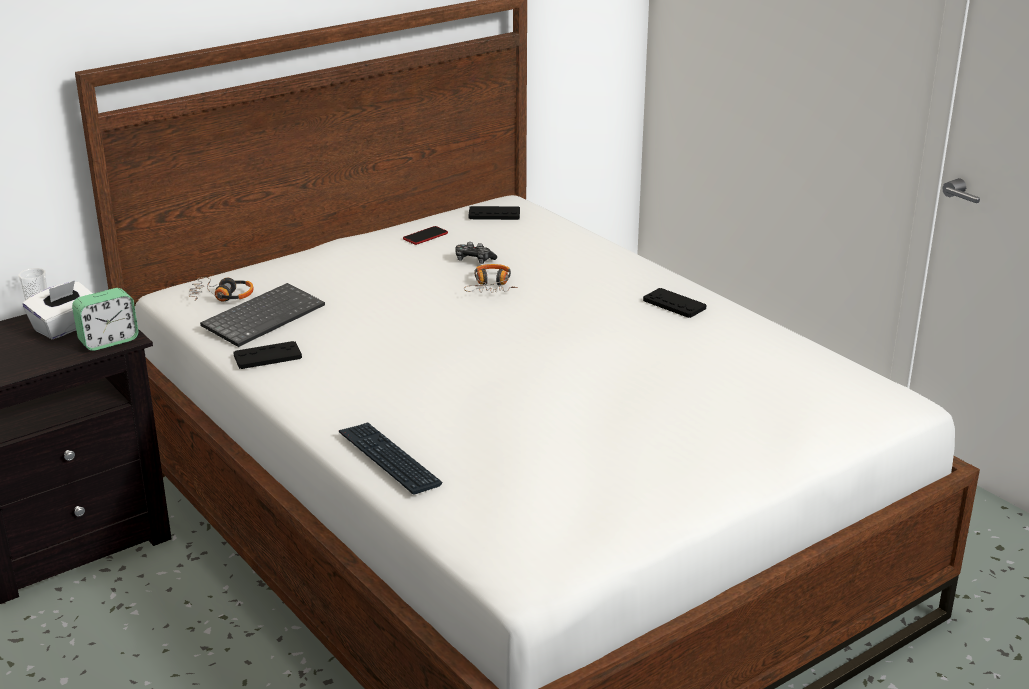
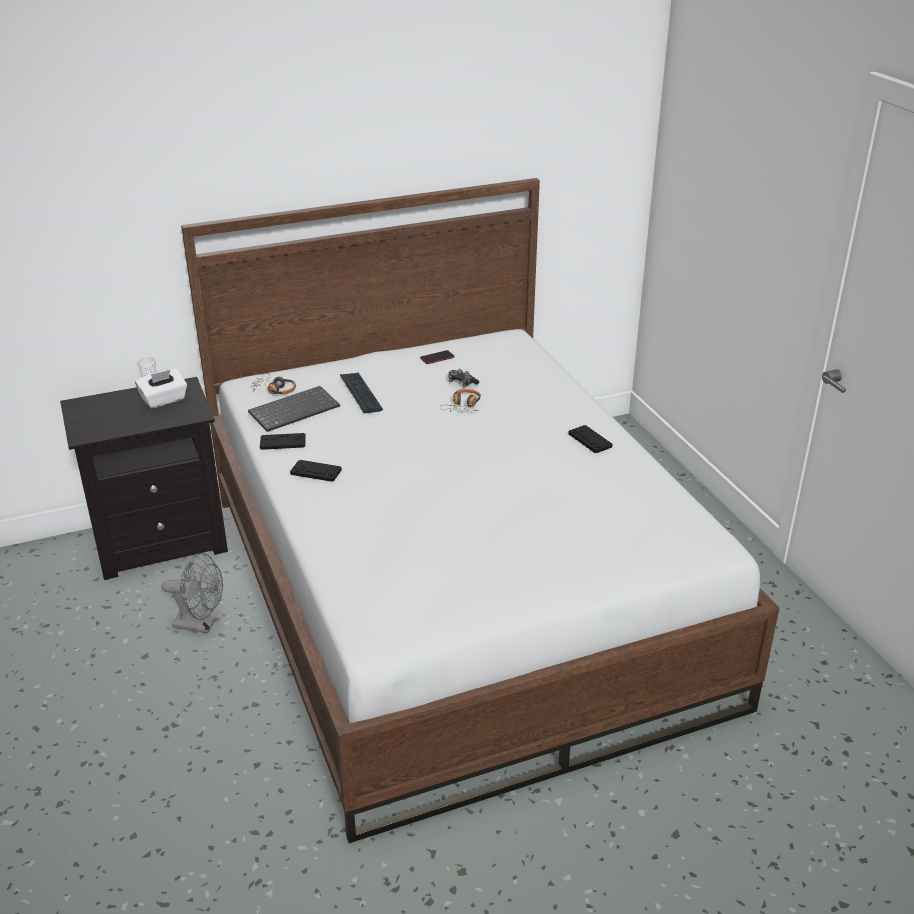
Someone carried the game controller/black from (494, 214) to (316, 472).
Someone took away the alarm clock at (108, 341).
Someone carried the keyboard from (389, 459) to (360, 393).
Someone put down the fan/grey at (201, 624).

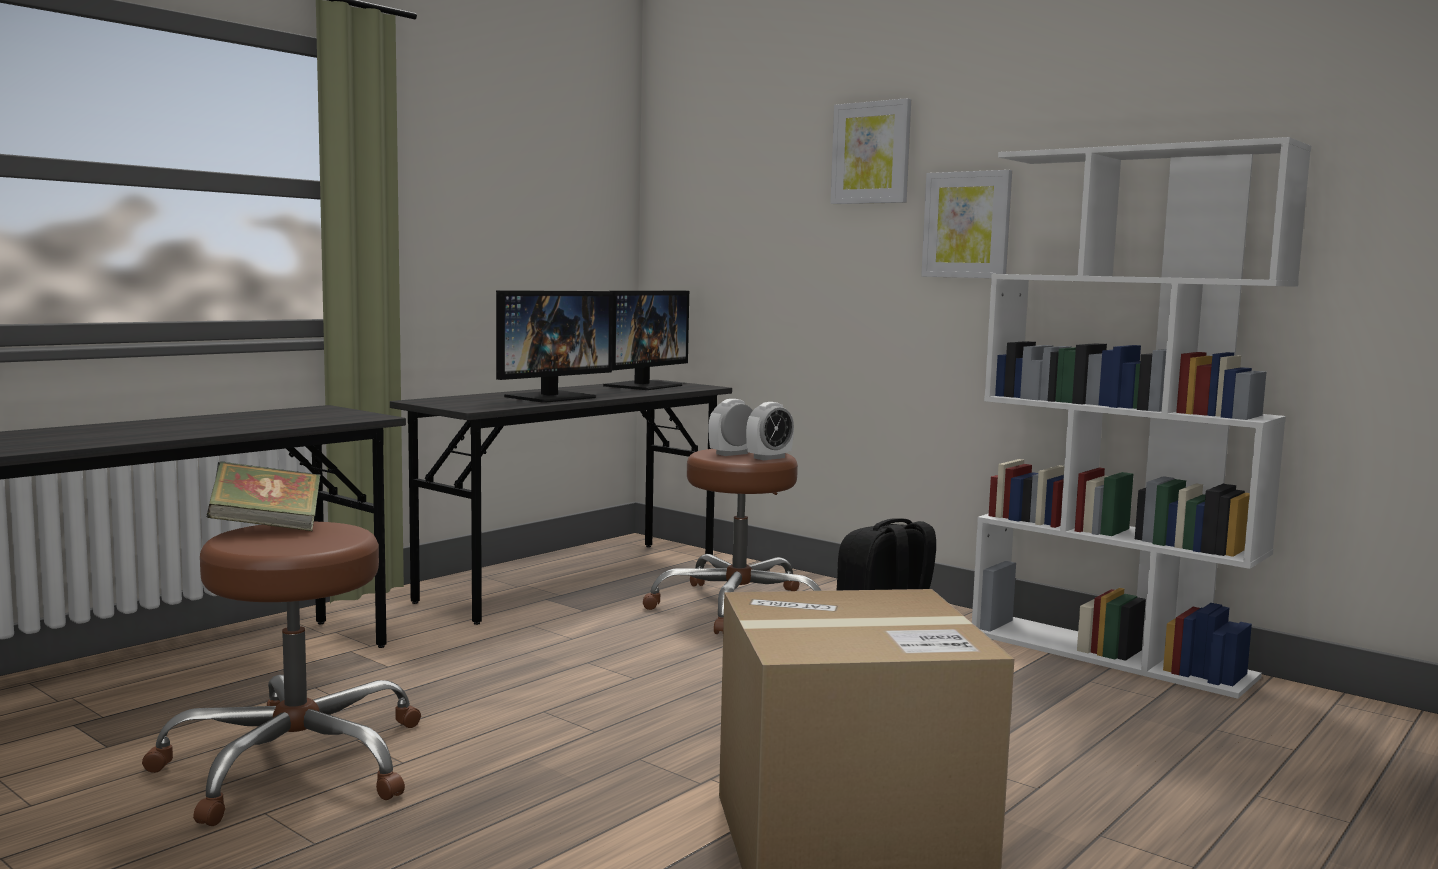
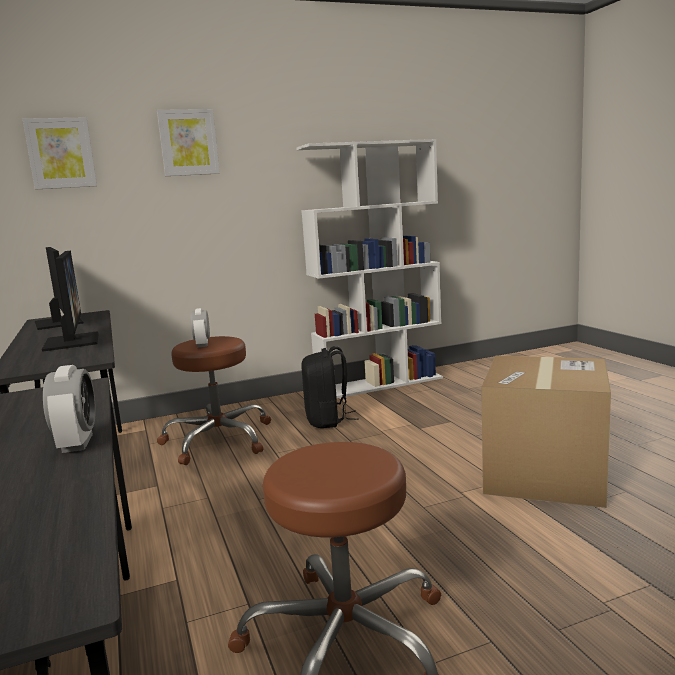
Someone carried the picture from (967, 225) to (61, 153).
Someone carried the alarm clock from (769, 458) to (77, 443).
Someone took away the book at (267, 528).

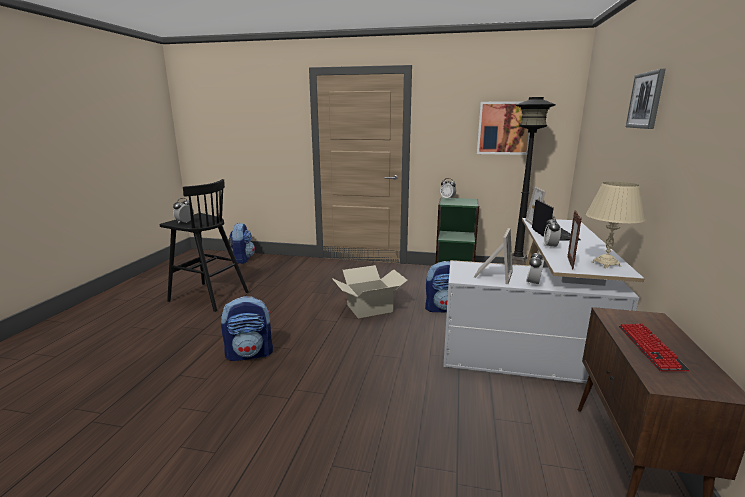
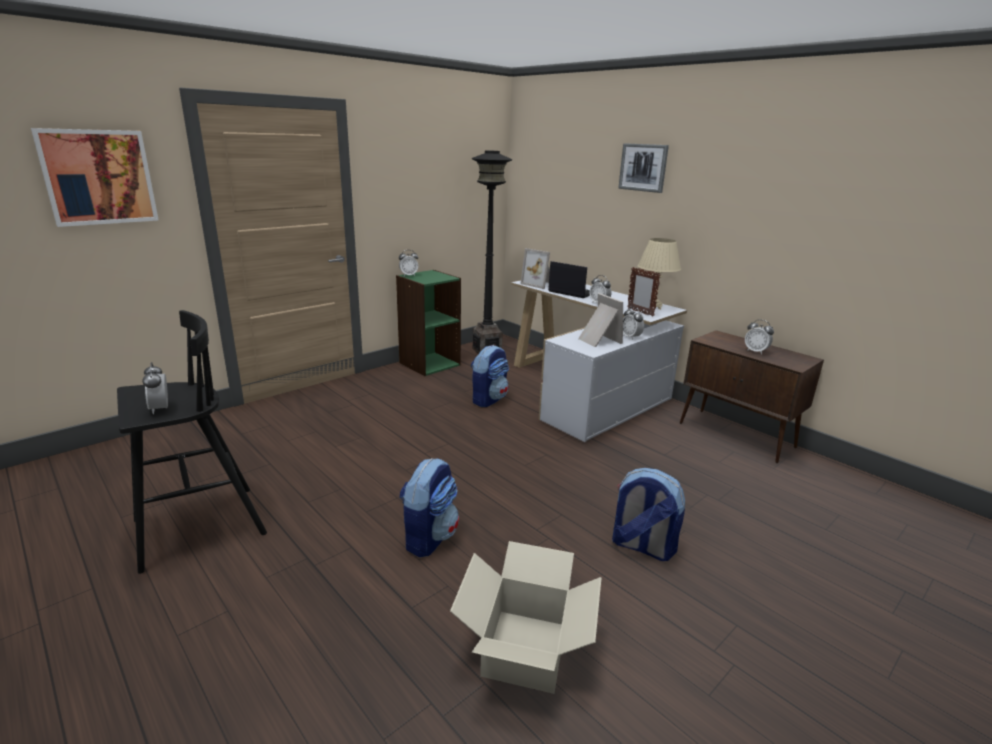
Someone carried the picture from (504, 128) to (98, 177).
Someone carried the backpack from (242, 259) to (641, 546).
Someone carried the cardboard box from (370, 308) to (526, 649).
Someone swapped the keyboard at (650, 348) for the alarm clock at (755, 351).

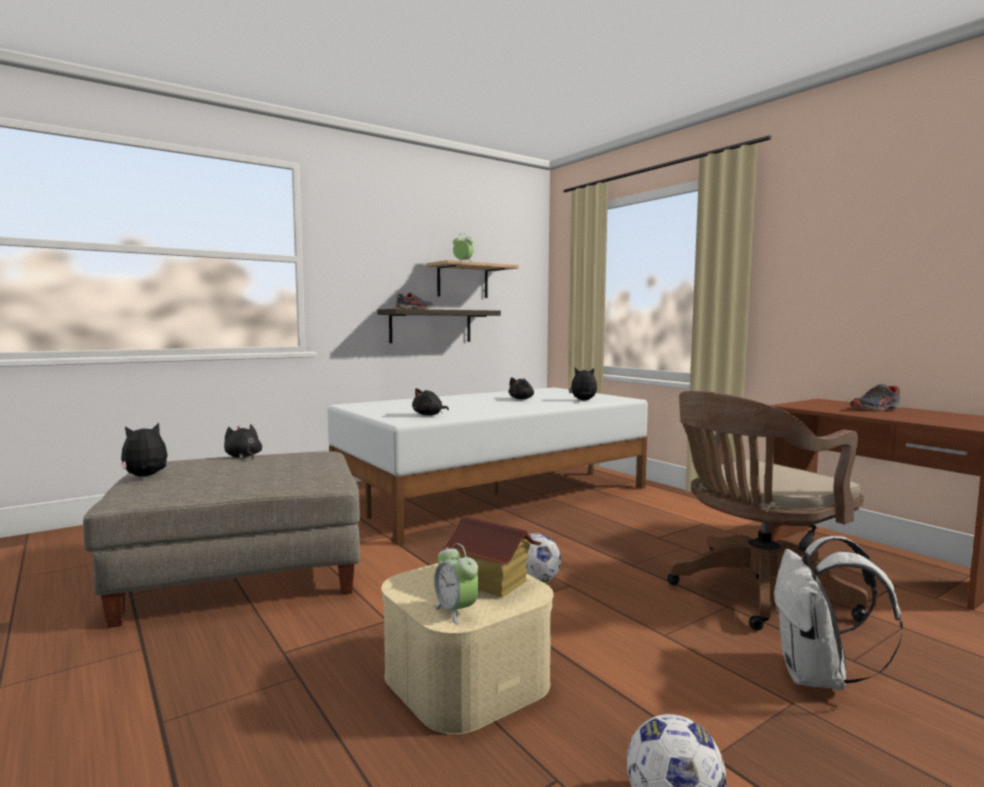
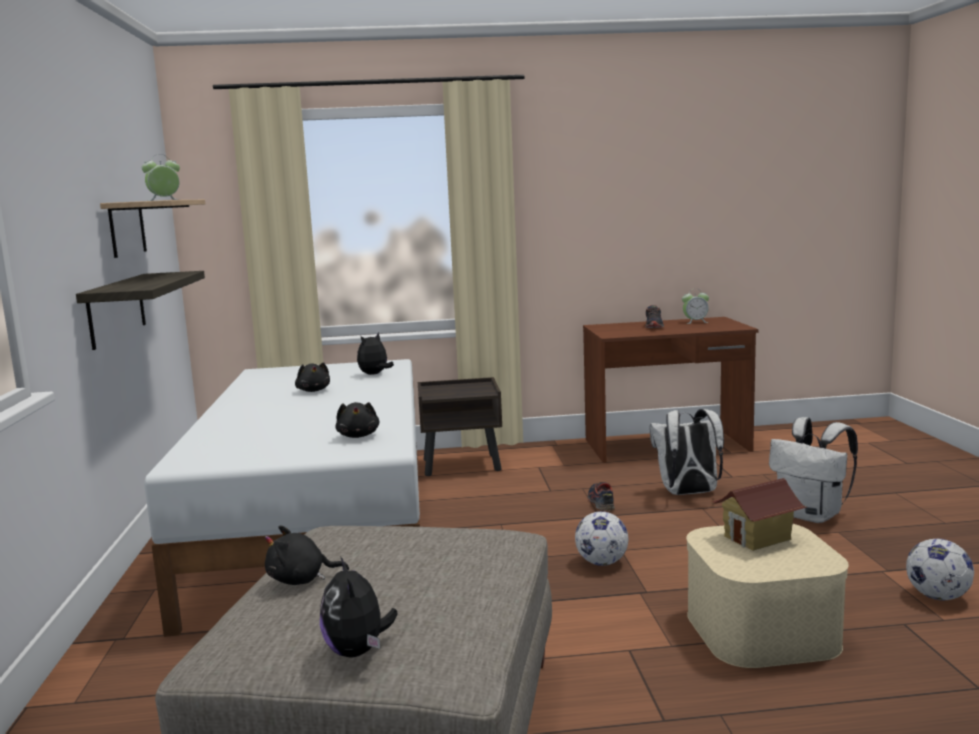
Someone carried the shoe from (414, 309) to (601, 503).
Someone swapped the office chair/brown at (755, 593) for the backpack/white at (688, 493).
Someone carried the alarm clock from (456, 611) to (695, 322).
Someone put down the nightstand/brown at (462, 465).

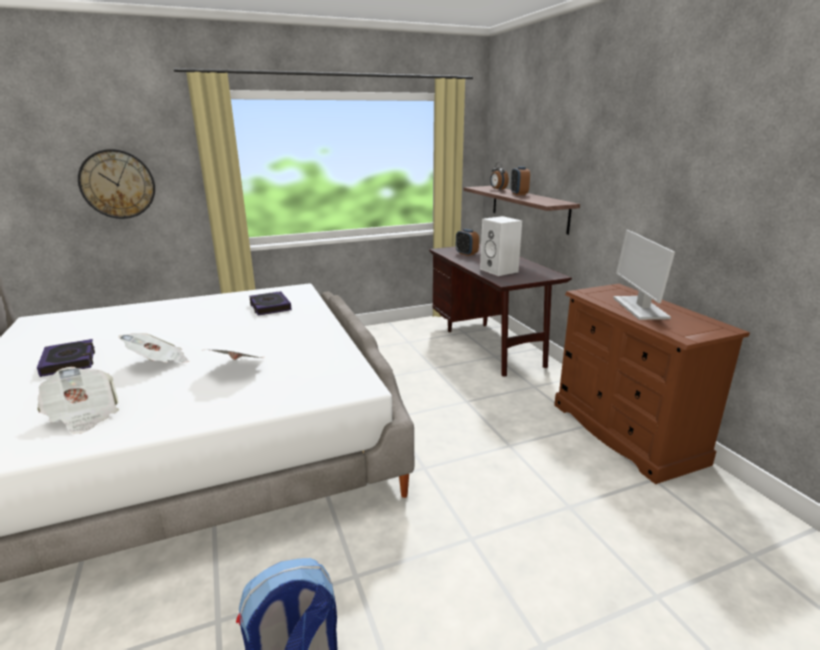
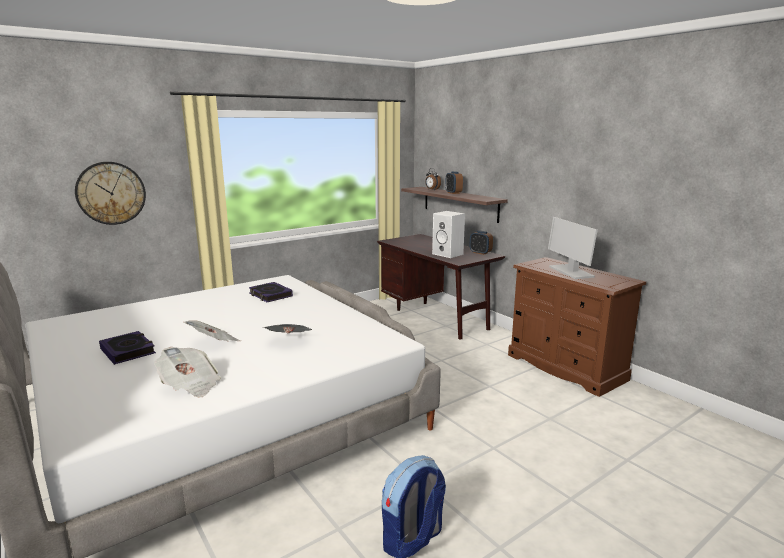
Someone carried the alarm clock from (466, 254) to (480, 253).

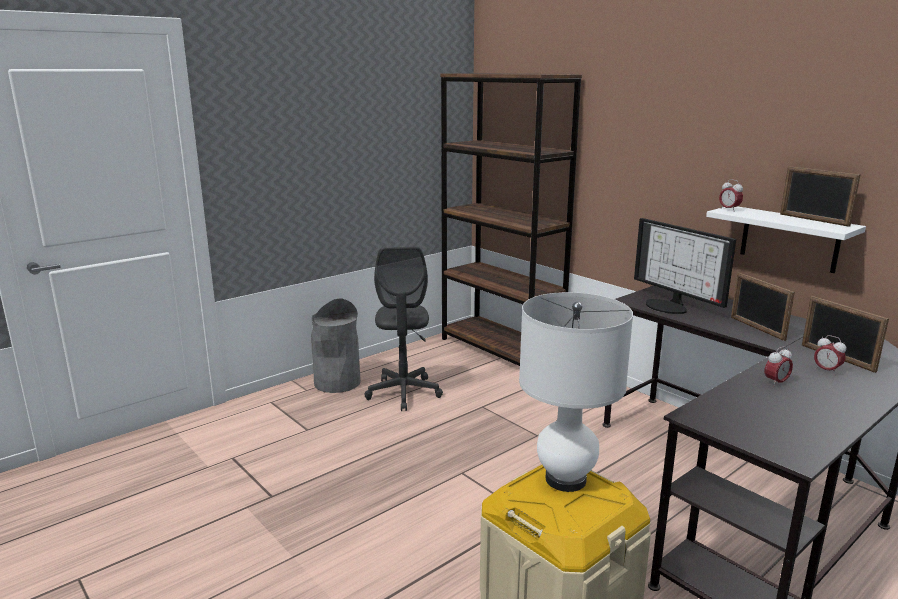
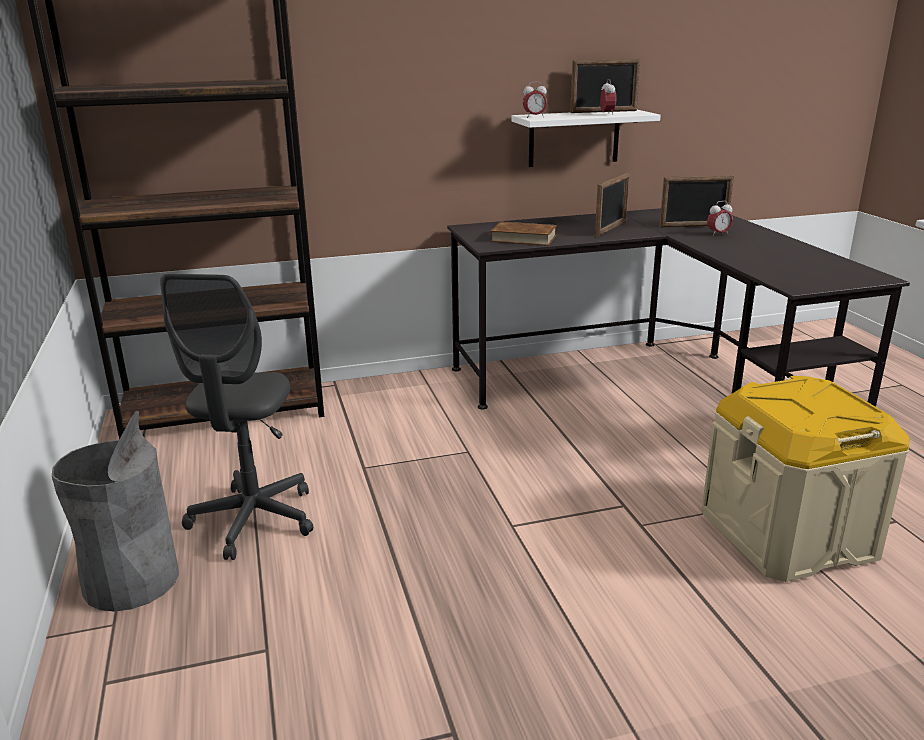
Someone swapped the monitor at (669, 306) for the book/brown at (523, 238).
Someone rotated the office chair/grey at (404, 393) by 75 degrees clockwise.
Someone rotated the picture frame at (756, 328) by 60 degrees counterclockwise.
Someone took away the table lamp/white at (565, 480).
Someone carried the alarm clock from (776, 383) to (607, 114).

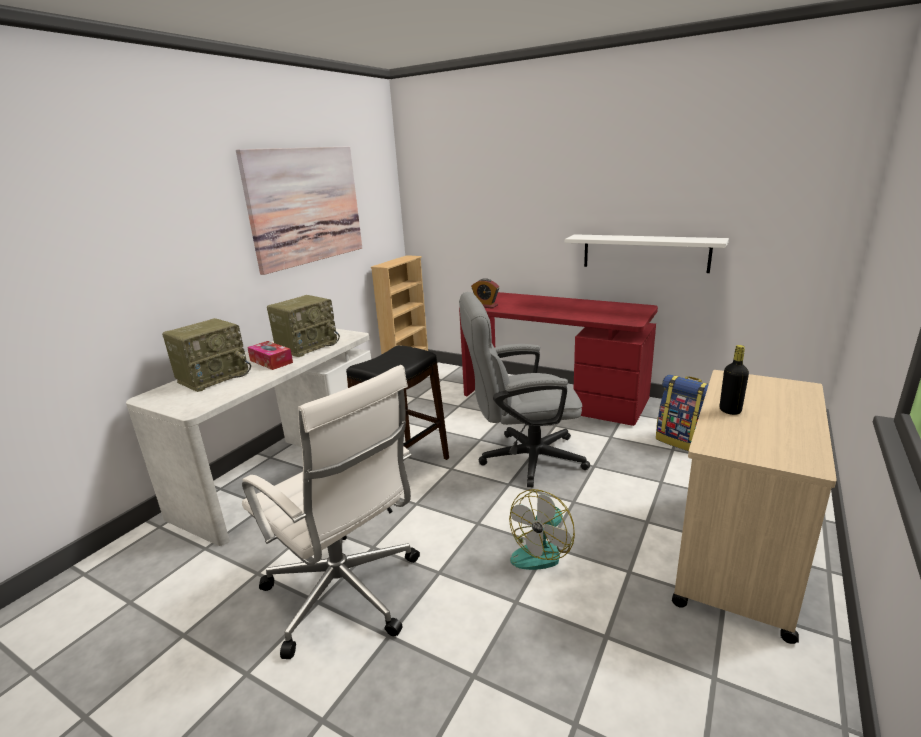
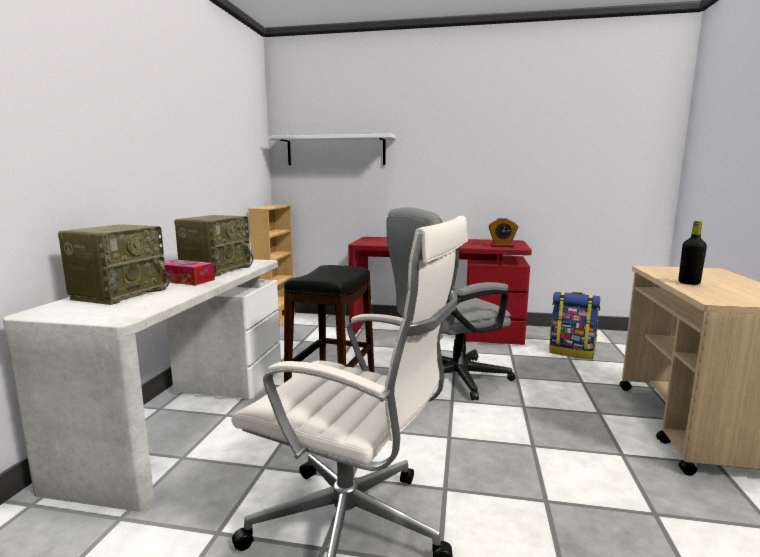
Someone took away the picture at (306, 206).
Someone carried the shelf/white from (645, 253) to (335, 151).
Someone carried the alarm clock from (485, 306) to (502, 246).
Someone took away the fan at (542, 550).

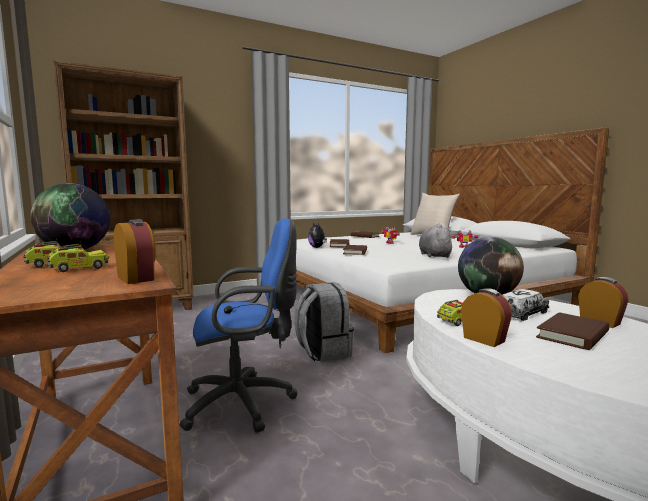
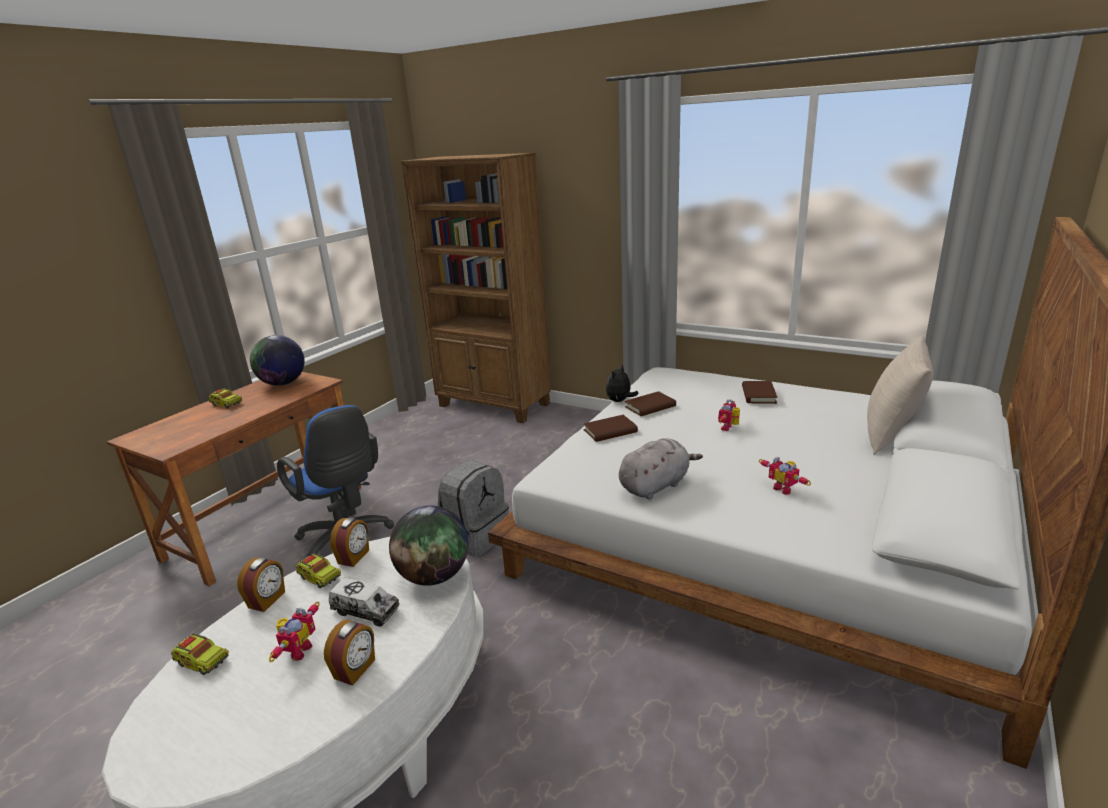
Someone carried the alarm clock from (137, 278) to (354, 557).
Someone carried the toy truck from (79, 268) to (202, 661).
Someone swapped the book/brown at (572, 335) for the toy robot at (297, 651).

